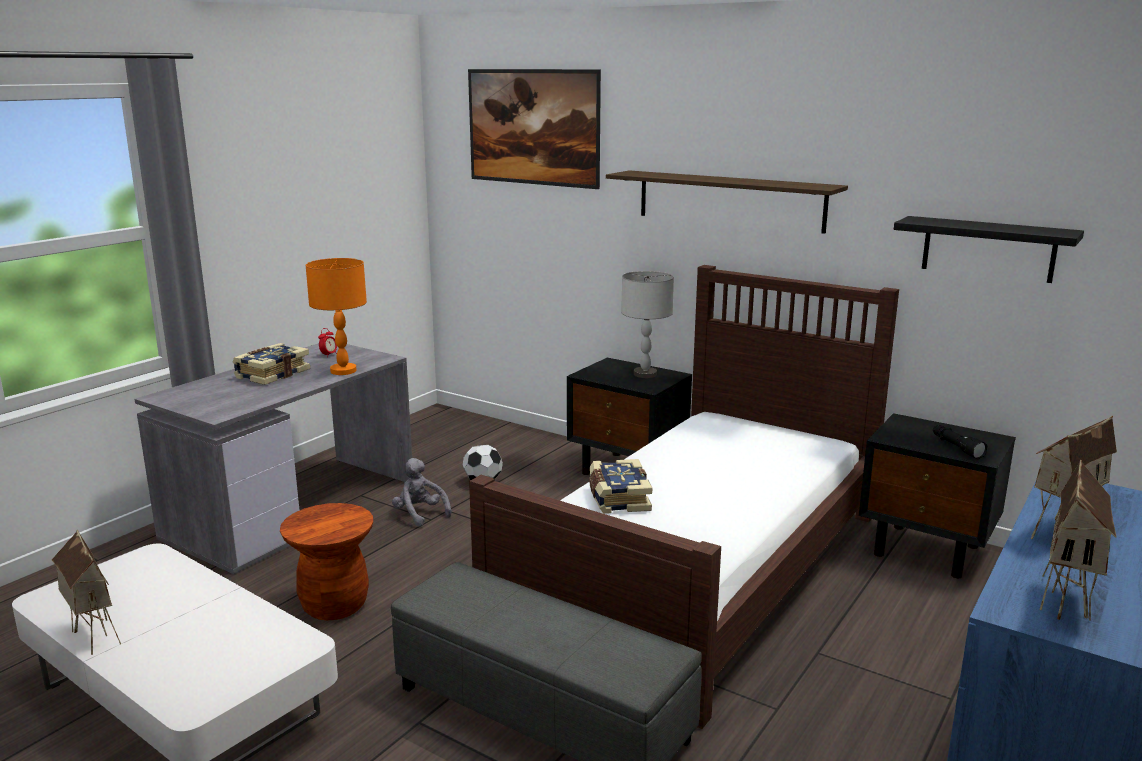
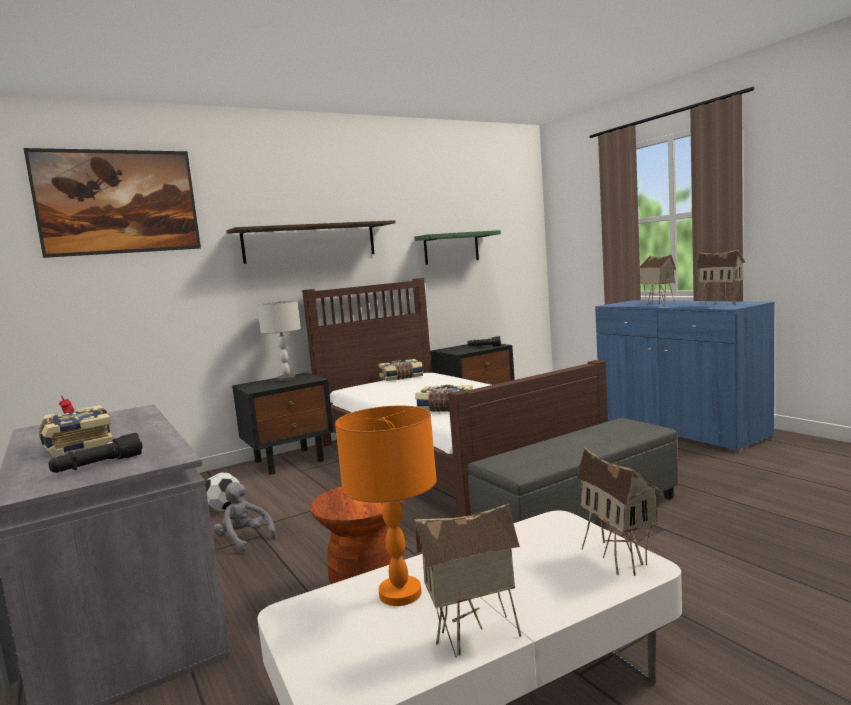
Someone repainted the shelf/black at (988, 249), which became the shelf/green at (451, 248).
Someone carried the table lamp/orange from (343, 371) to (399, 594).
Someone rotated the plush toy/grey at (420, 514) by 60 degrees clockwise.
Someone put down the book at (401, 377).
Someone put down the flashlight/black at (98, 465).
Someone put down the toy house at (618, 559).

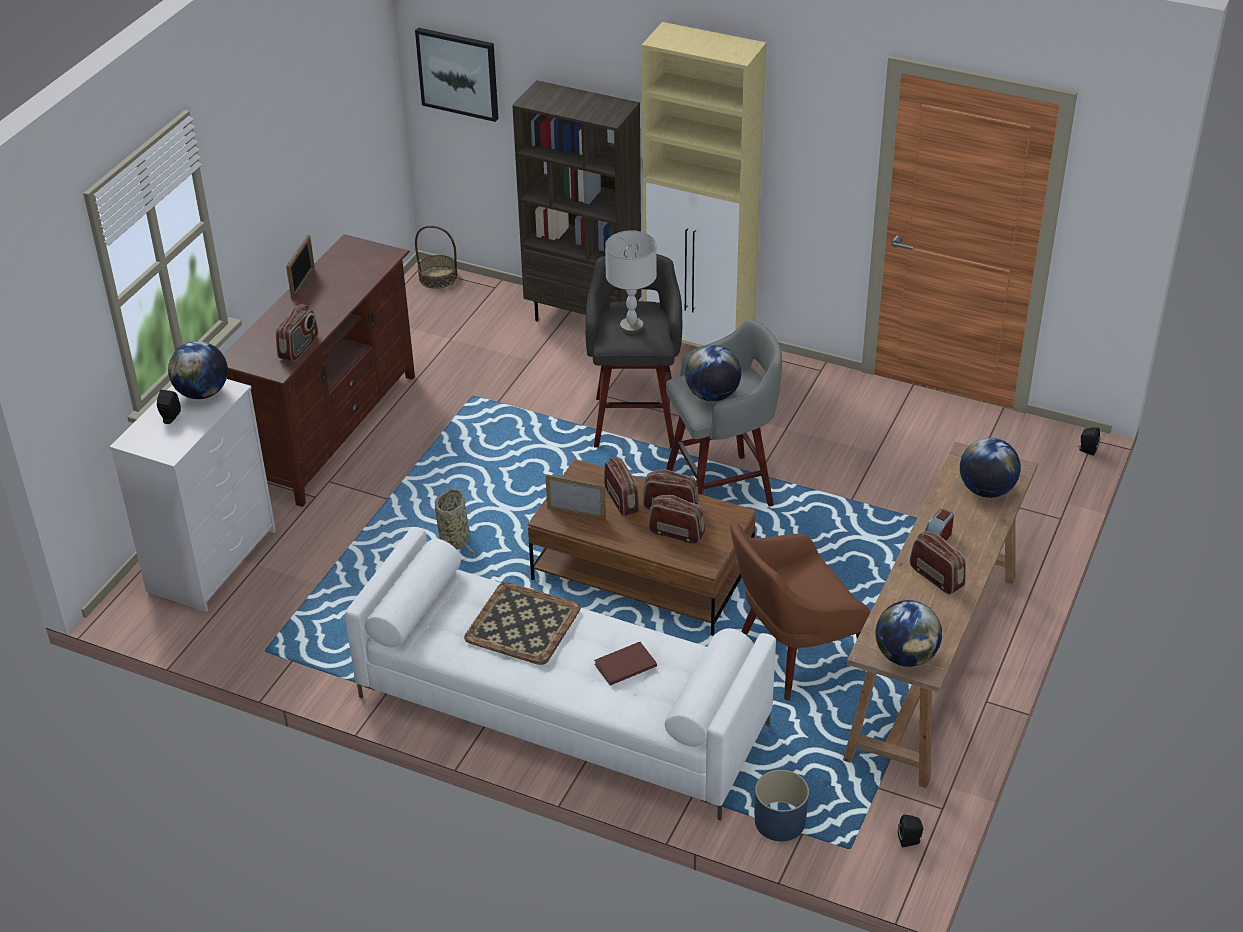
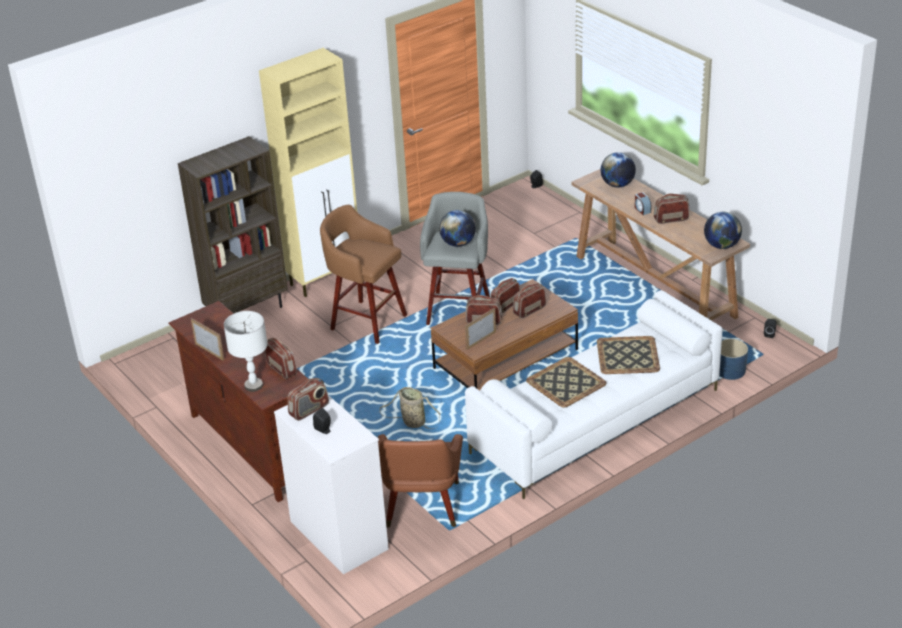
Someone took away the picture at (458, 73).
Someone took away the basket at (438, 277).
Someone carried the table lamp/grey from (631, 327) to (254, 386).
Someone repainted the stool/grey at (635, 419), which became the stool/brown at (366, 321).
Someone swapped the globe at (202, 393) for the radio at (309, 410).
Someone carried the armchair/brown from (793, 657) to (422, 509).
Someone swapped the book/brown at (624, 665) for the tray at (627, 356).

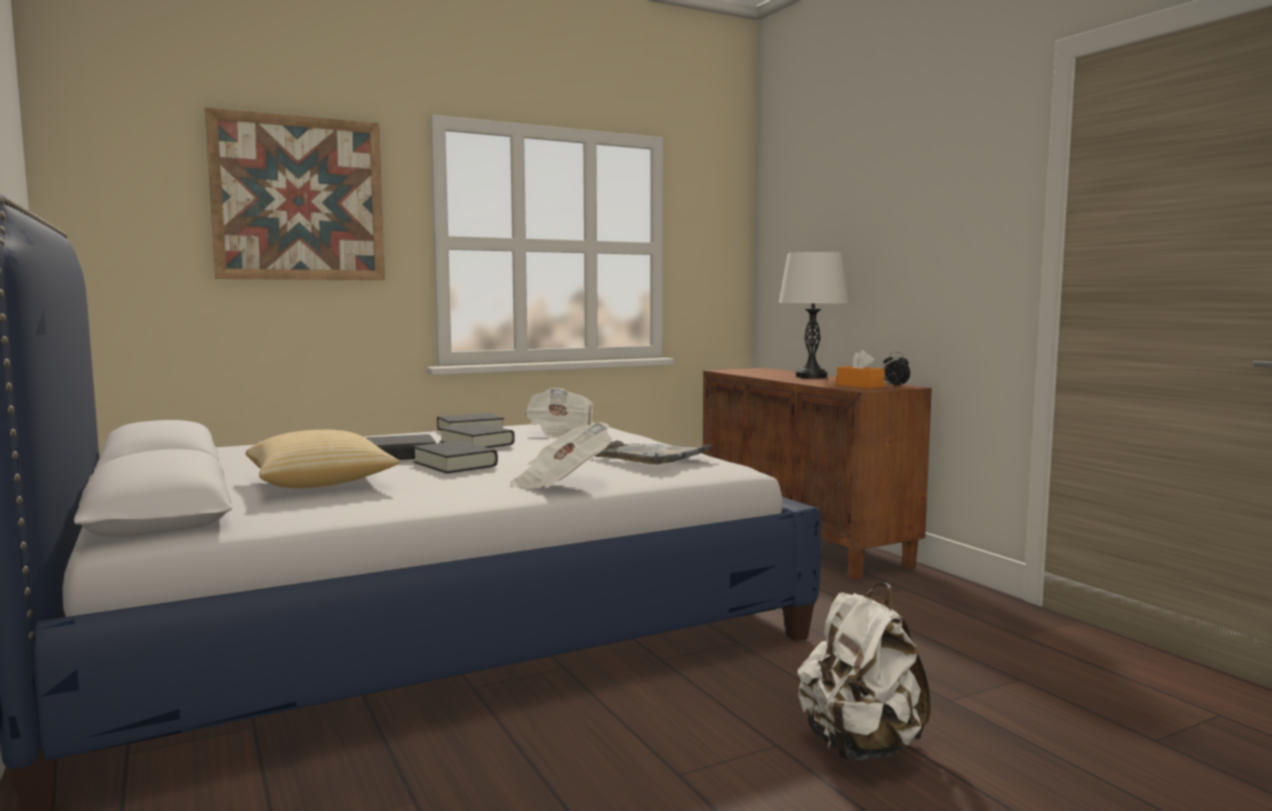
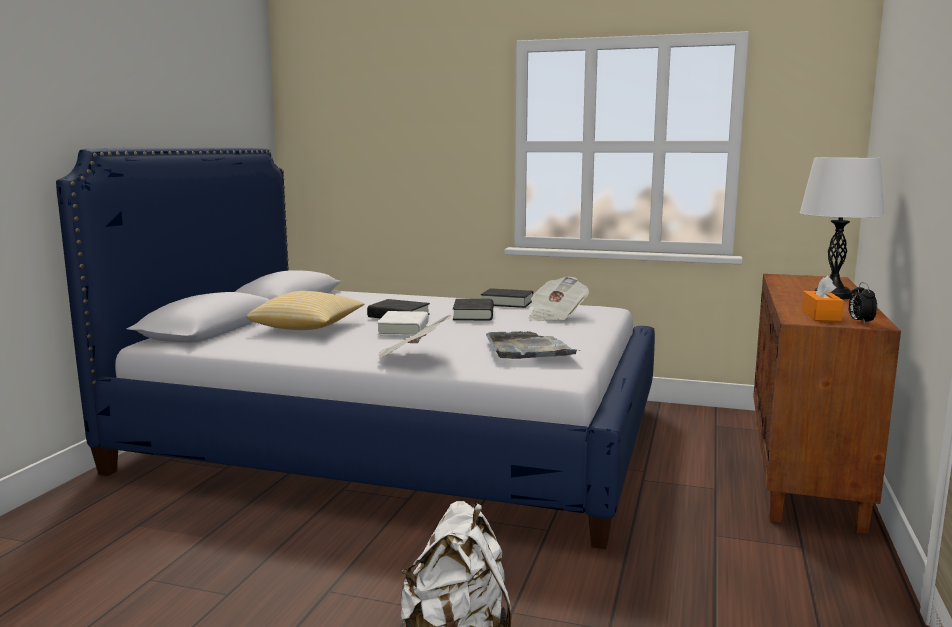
Someone took away the picture at (299, 199).
Someone repainted the book/black at (455, 464), which became the book/white at (403, 329).

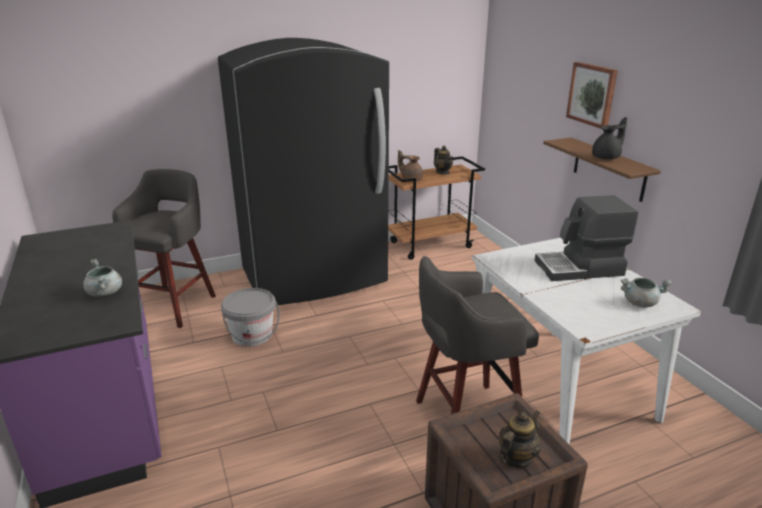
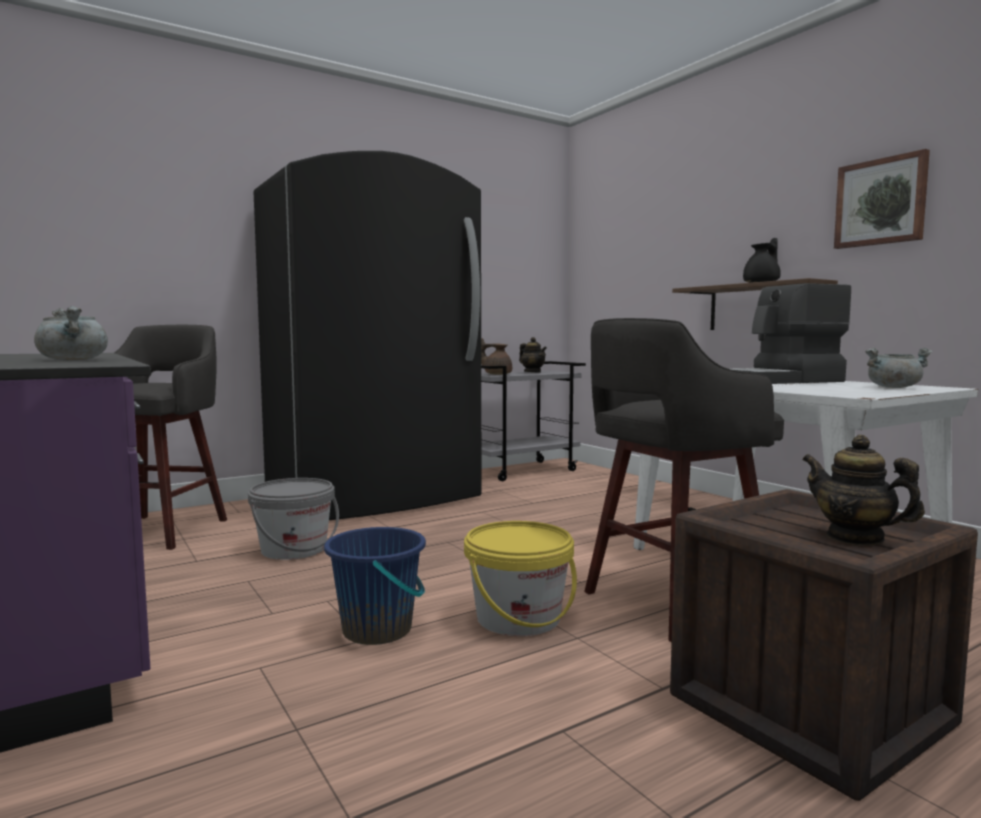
Someone carried the picture from (592, 94) to (881, 202).
Someone repainted the cart/brown at (431, 244), which became the cart/grey at (522, 470).
Someone rotated the teapot at (516, 458) by 75 degrees counterclockwise.
Someone put down the bucket/yellow at (518, 618).
Someone put down the bucket/blue at (378, 630).

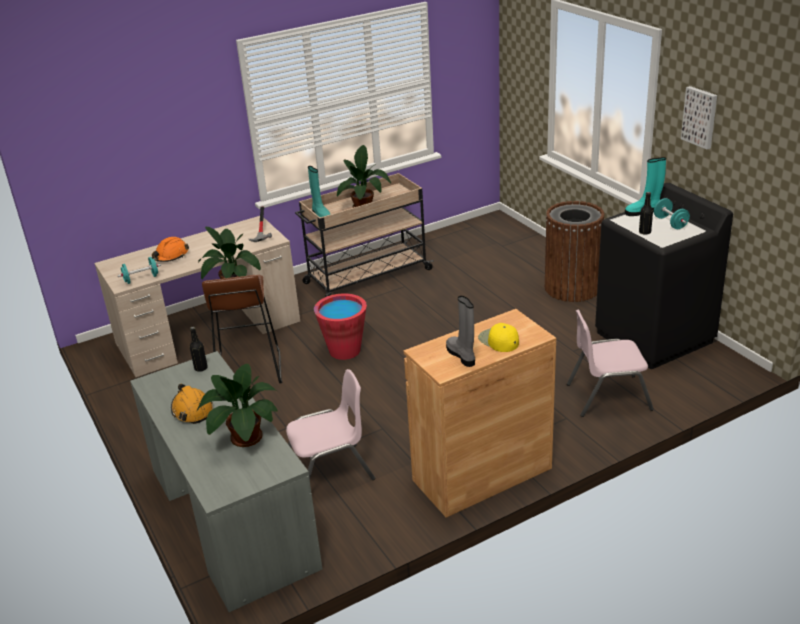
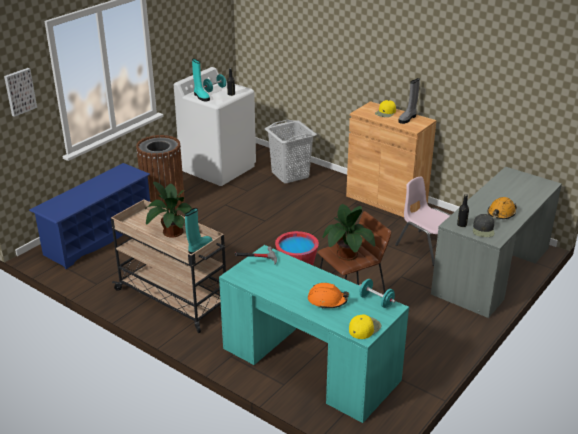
Someone carried the picture from (700, 117) to (19, 91).
Someone repainted the washing machine/black at (654, 337), which became the washing machine/white at (218, 168).
Someone repainted the desk/beige at (209, 332), which became the desk/turquoise at (310, 363).
Someone swapped the chair/pink at (608, 396) for the laundry basket/grey at (290, 175).
Someone took away the potted plant at (244, 438).
Someone put down the shoe rack/blue at (98, 236).
Someone put down the cap/black at (483, 230).
Someone put down the cap/yellow at (364, 328).

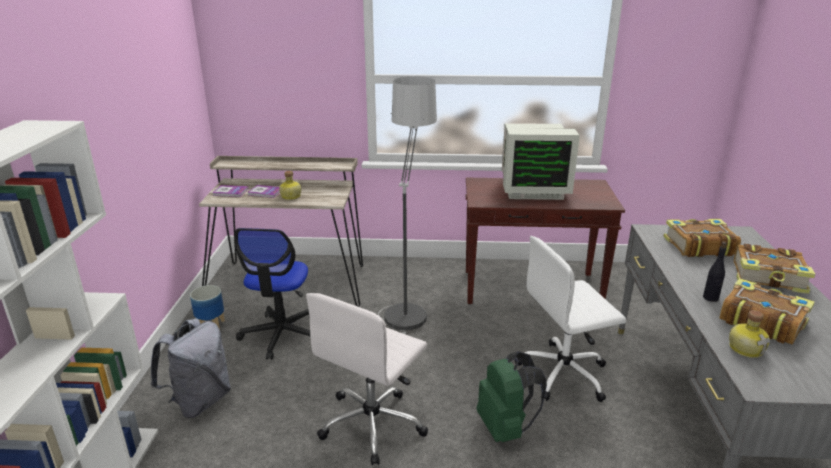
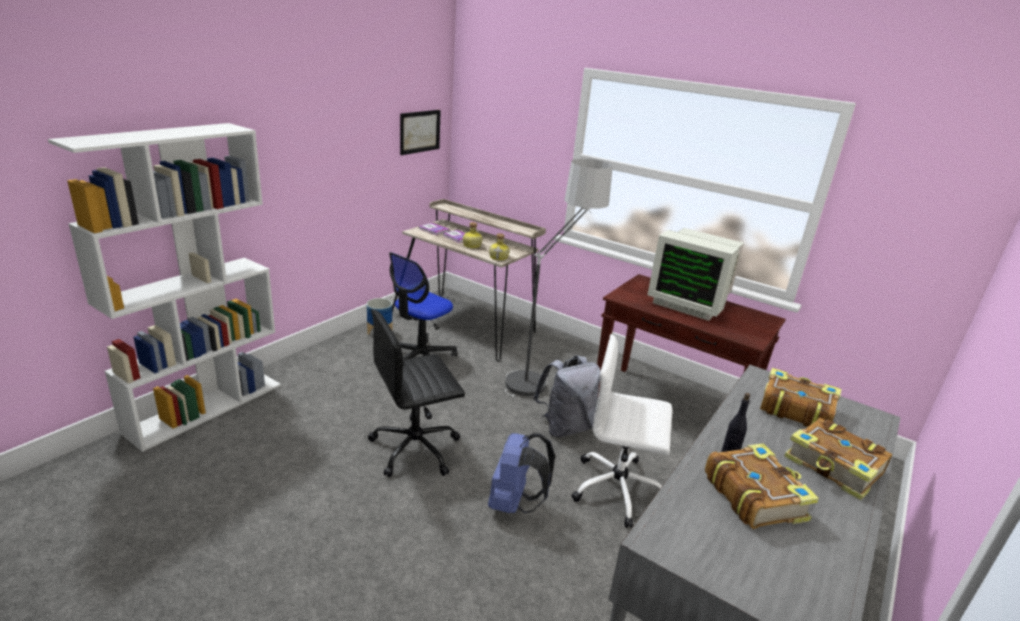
Someone repainted the office chair/white at (373, 424), which became the office chair/black at (416, 448).
Someone carried the bottle from (746, 348) to (499, 257).
Someone carried the backpack/grey from (200, 401) to (565, 427).
Someone repainted the backpack/green at (506, 428), which became the backpack/blue at (515, 503).
Someone put up the picture at (420, 131).

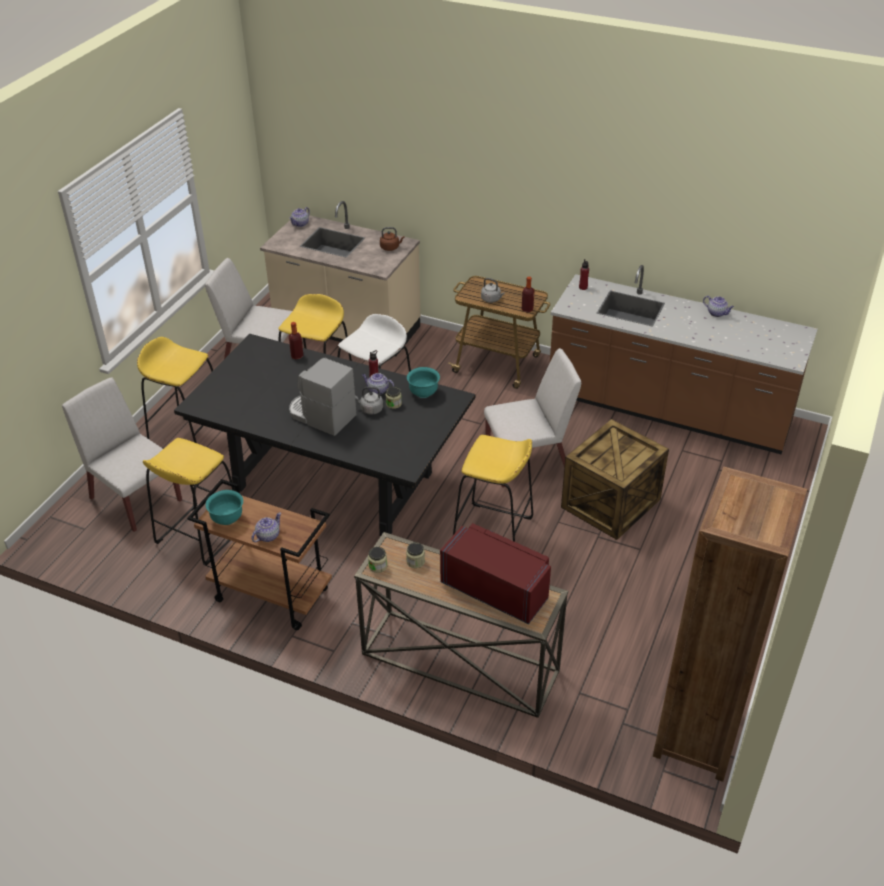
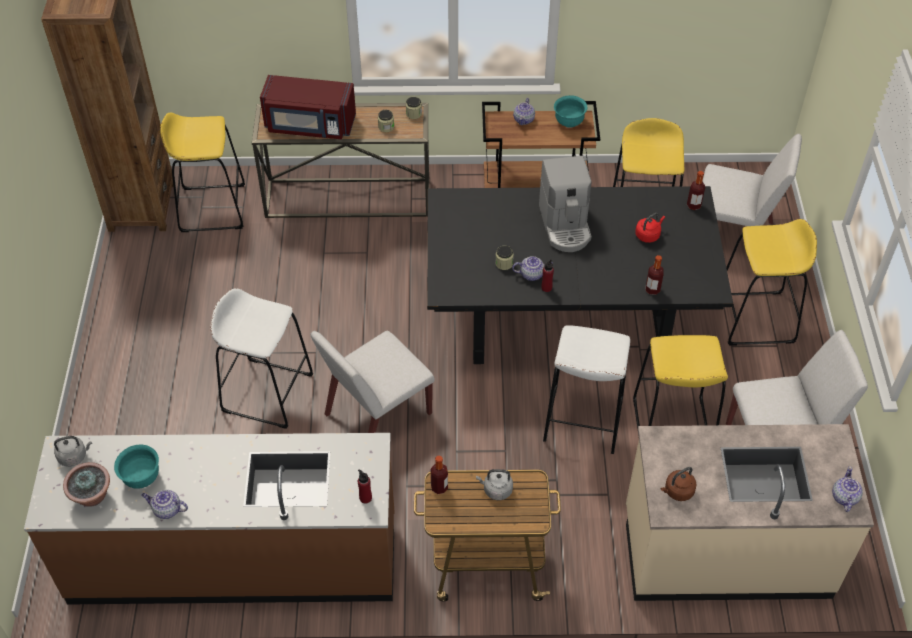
Someone rotated the coffee machine at (321, 416) by 75 degrees clockwise.
Someone carried the bowl/turquoise from (423, 393) to (141, 477).
Someone carried the kettle/grey from (370, 409) to (74, 456).
Someone swapped the crate at (611, 504) for the stool/white at (267, 392).
Someone carried the stool/yellow from (493, 532) to (212, 208).
Someone put down the bottle at (693, 205).
Someone put down the kettle/red at (648, 235).
Someone put down the potted plant at (92, 496).

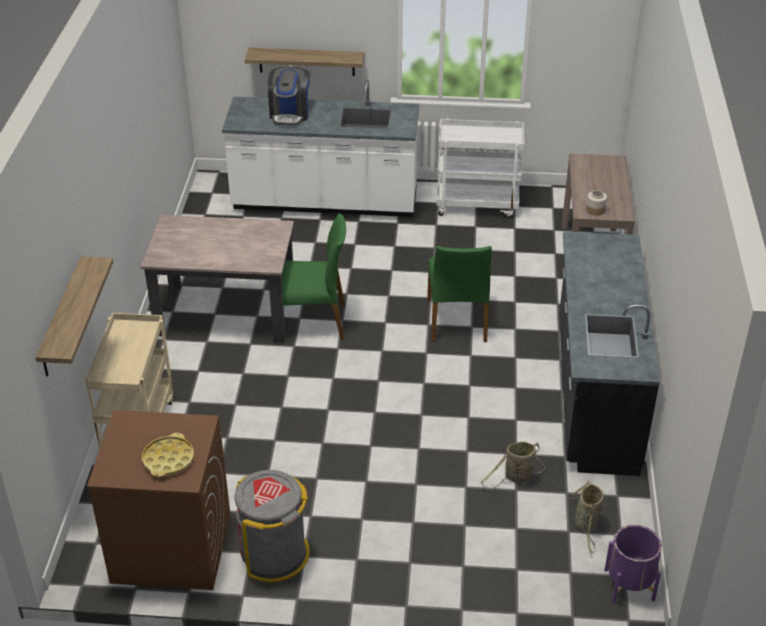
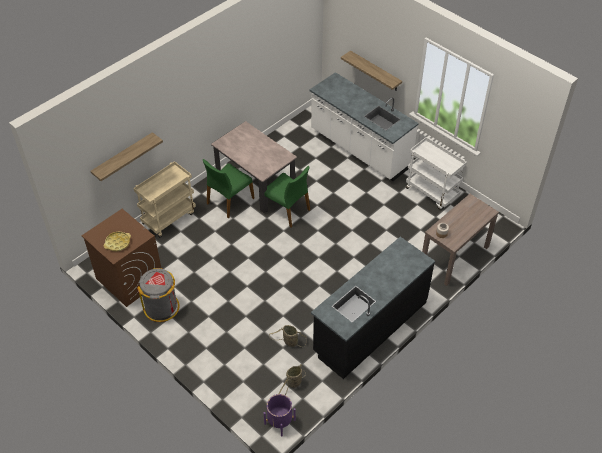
Someone took away the coffee machine at (290, 114).
Someone carried the chair/green from (457, 321) to (229, 201).

